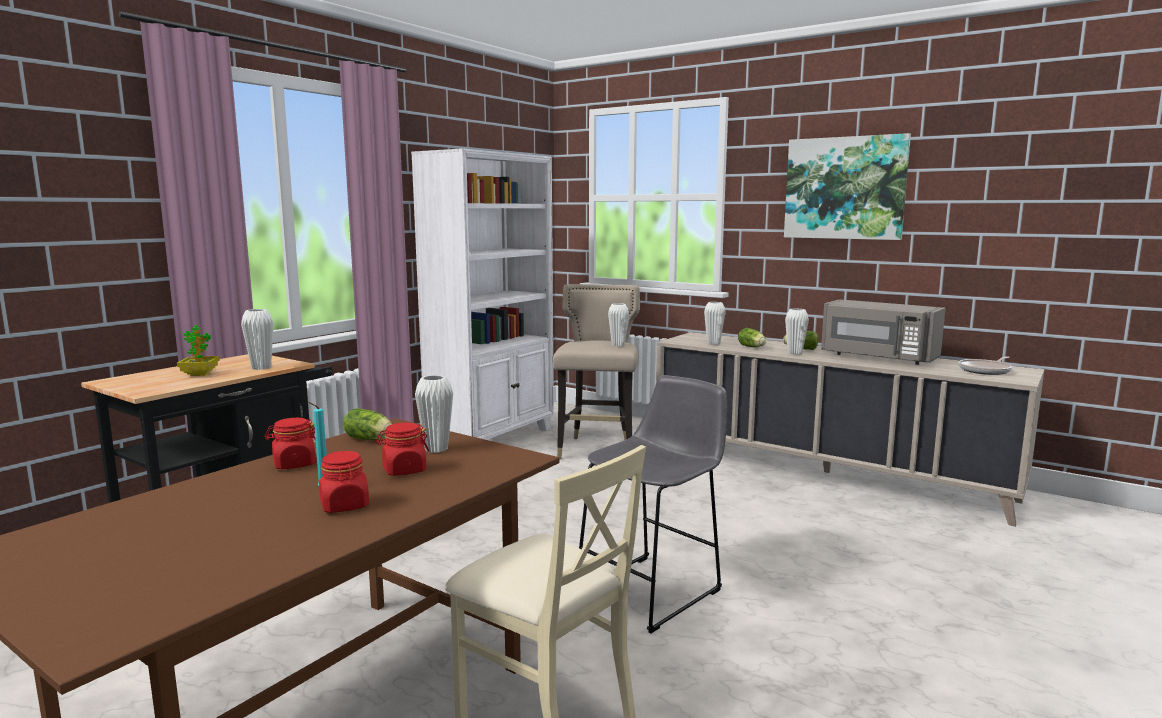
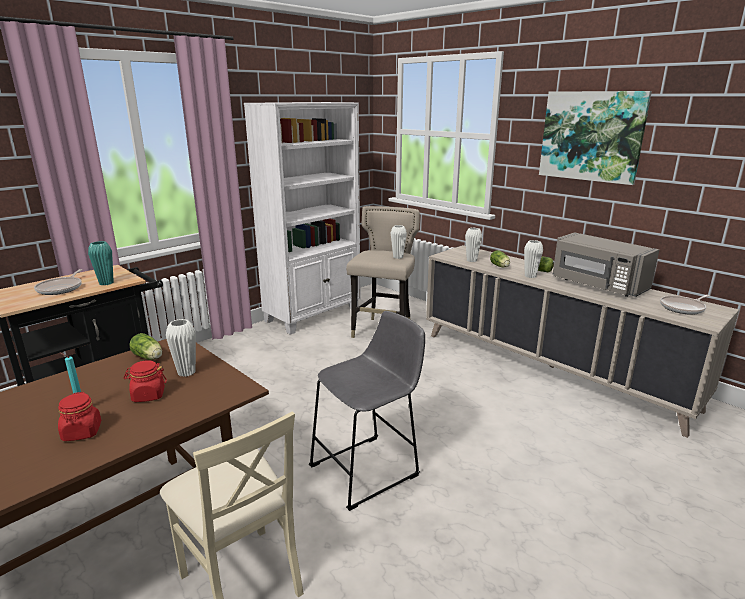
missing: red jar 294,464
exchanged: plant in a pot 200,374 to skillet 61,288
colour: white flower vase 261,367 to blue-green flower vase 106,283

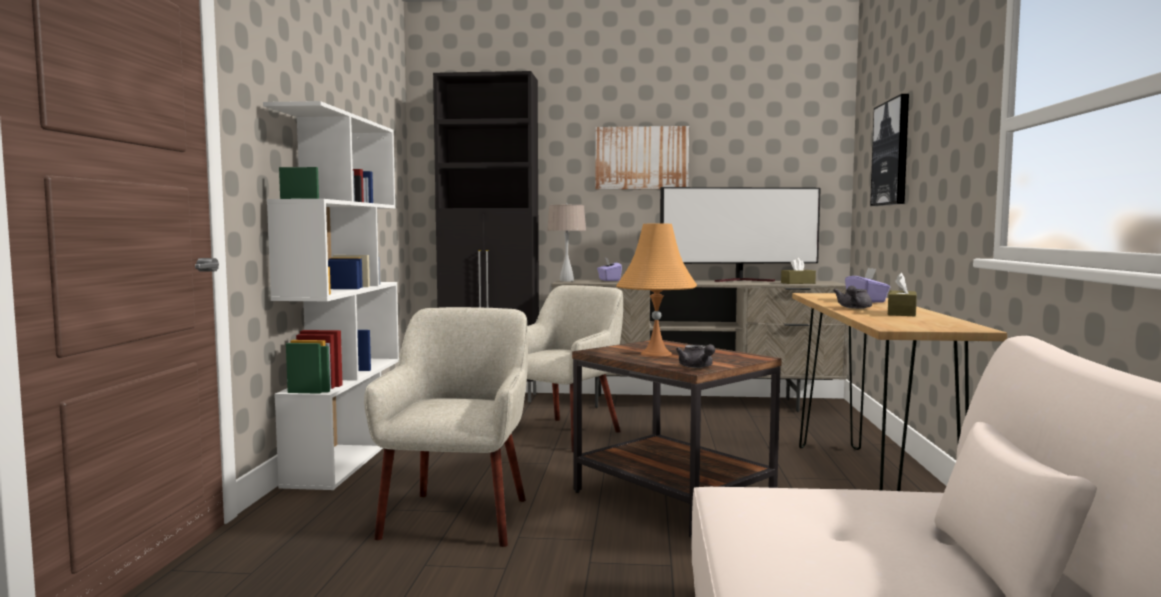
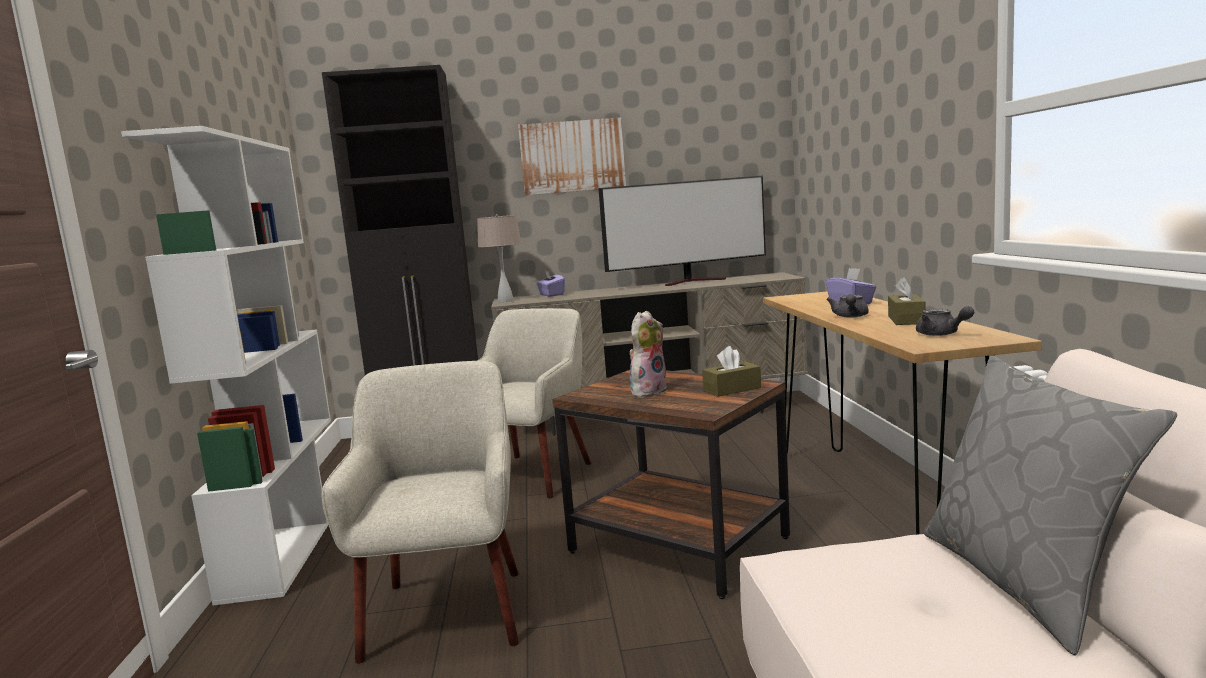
missing: wall art 892,153
appeared: greyish throw pillow 1024,581
relocated: greyish teapot 697,367 to 941,334; brown tissue holder 798,283 to 732,389
exchanged: orange table lamp 655,353 to plush toy 648,391

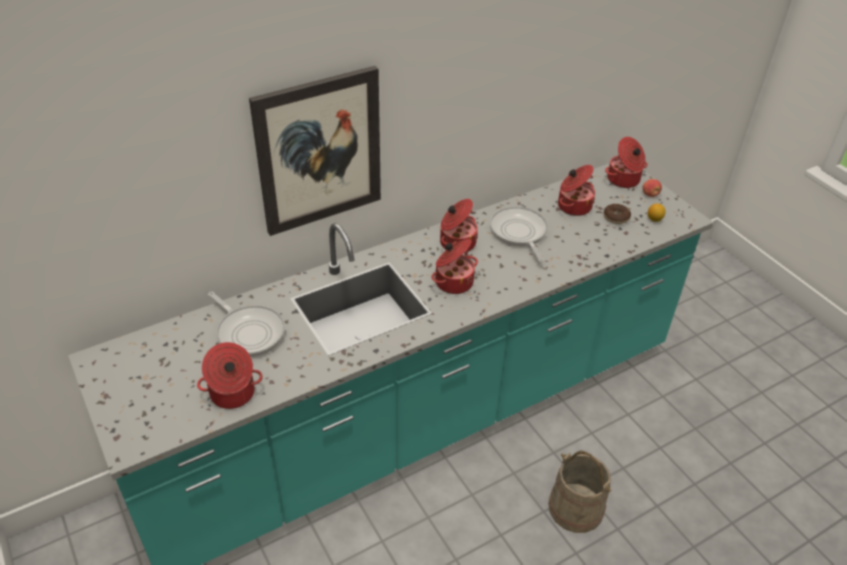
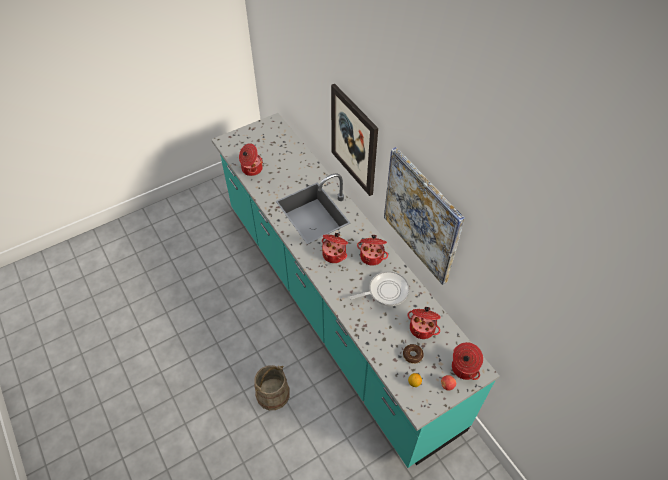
missing: skillet 249,332
appeared: wall art 422,216

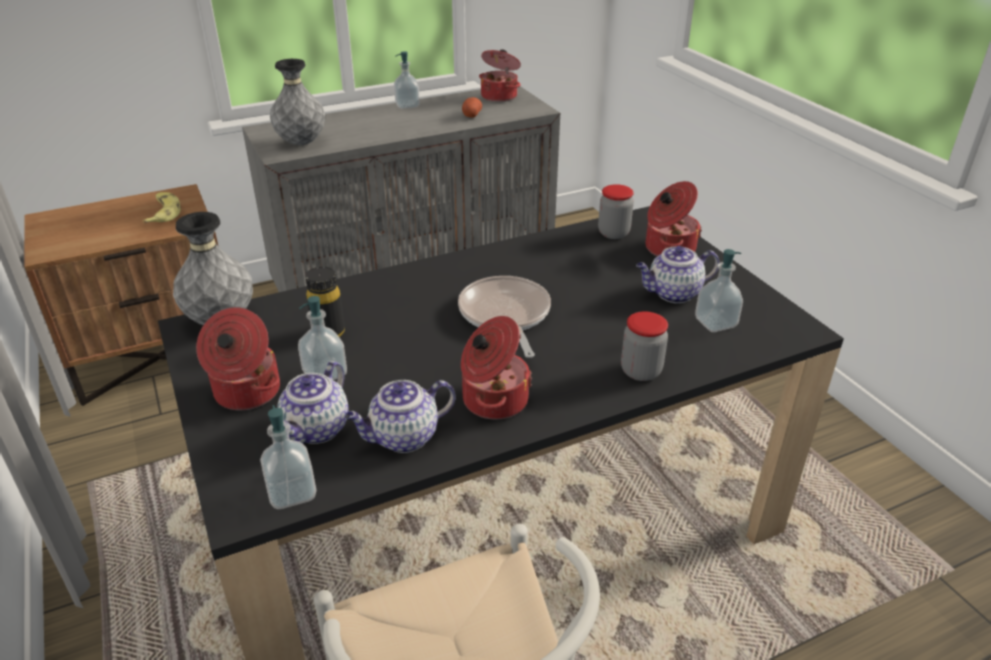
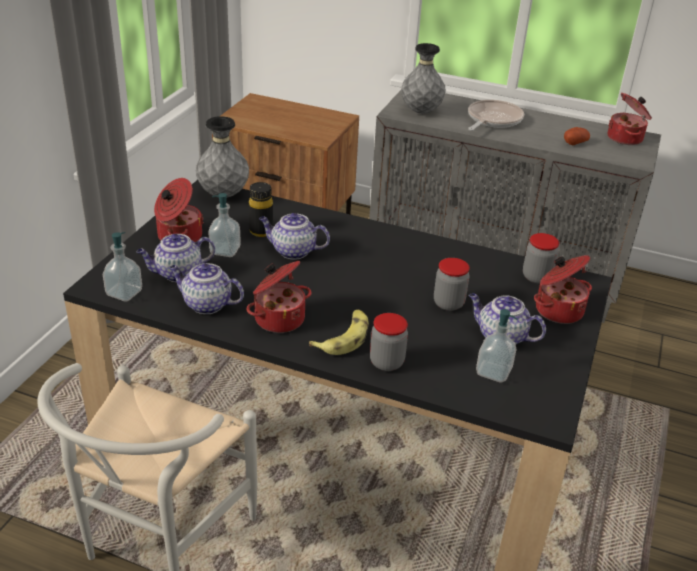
missing: soap dispenser 407,105
appeared: teapot 292,251; jar 448,303
relocated: whole banana 163,213 to 344,338; skillet 505,315 to 492,120

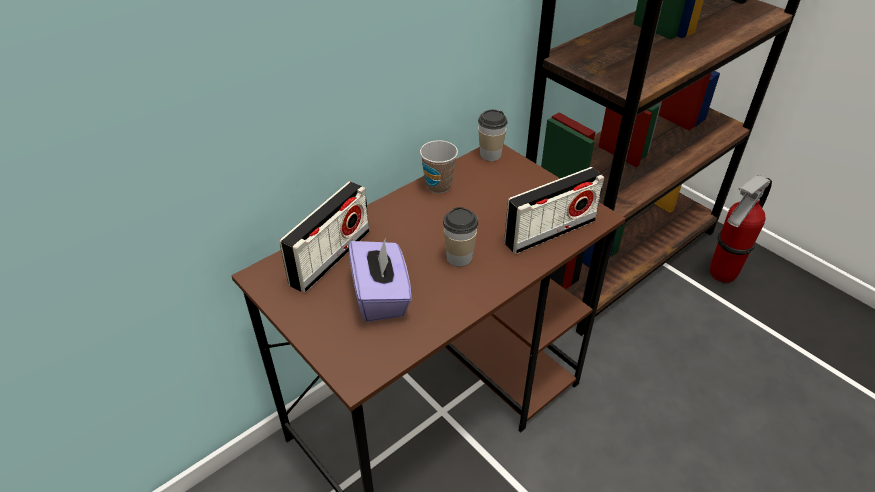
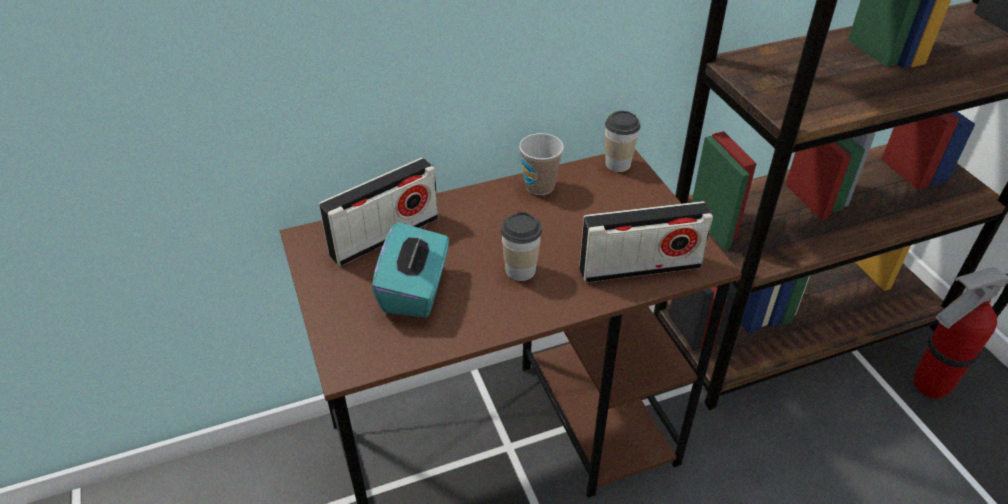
colour: purple-coloured tissue holder 381,296 to blue-green tissue holder 415,290

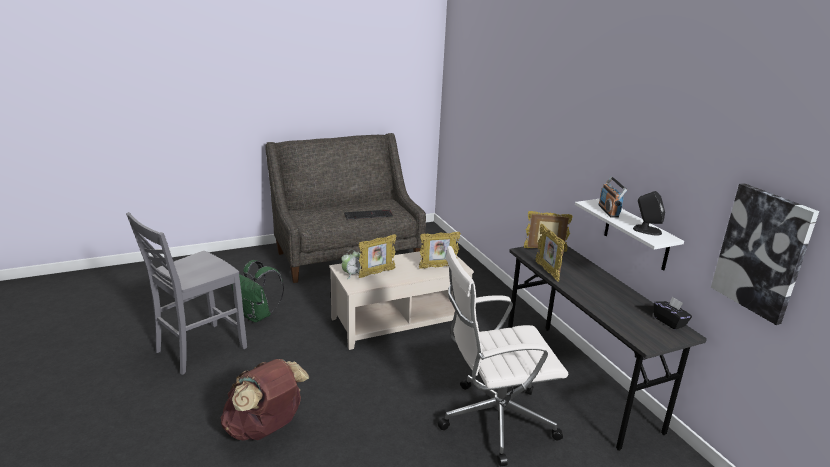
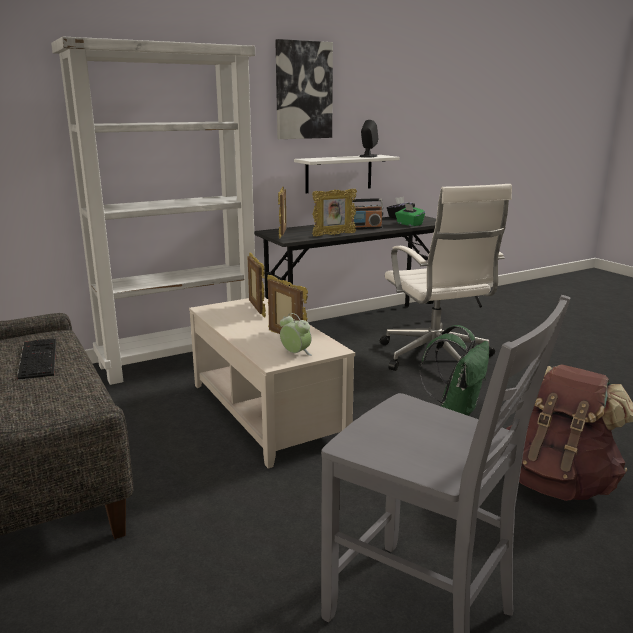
appeared: white shelving unit 181,359; green tissue holder 409,224
relocated: green rucksack 257,316 to 456,409; radio receiver 608,211 to 365,228; wall art 762,252 to 303,90

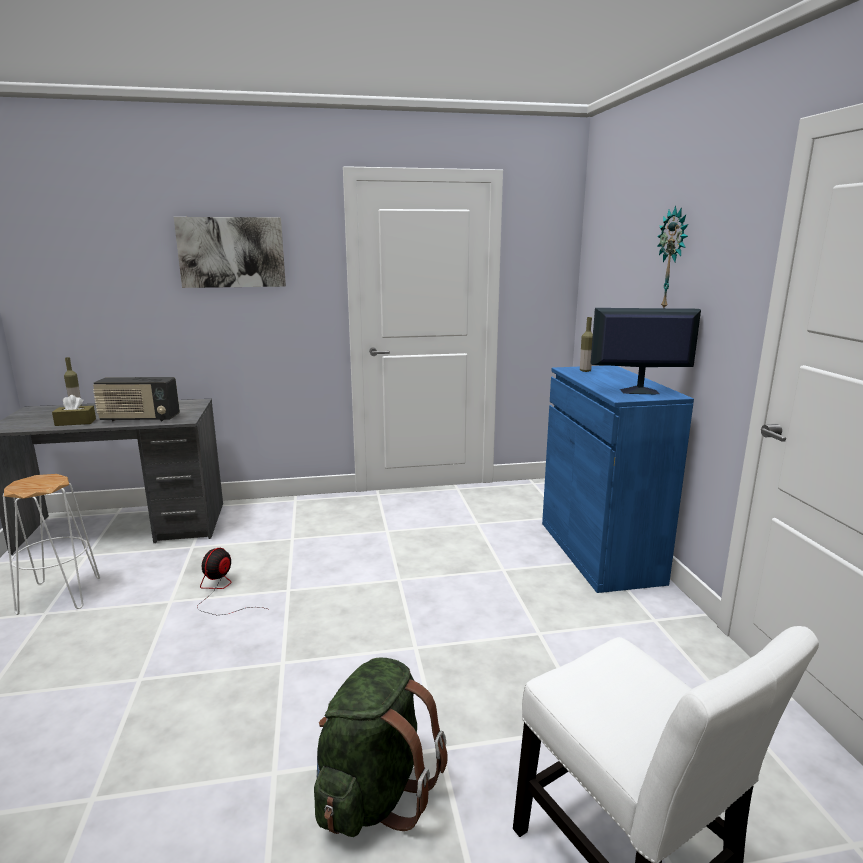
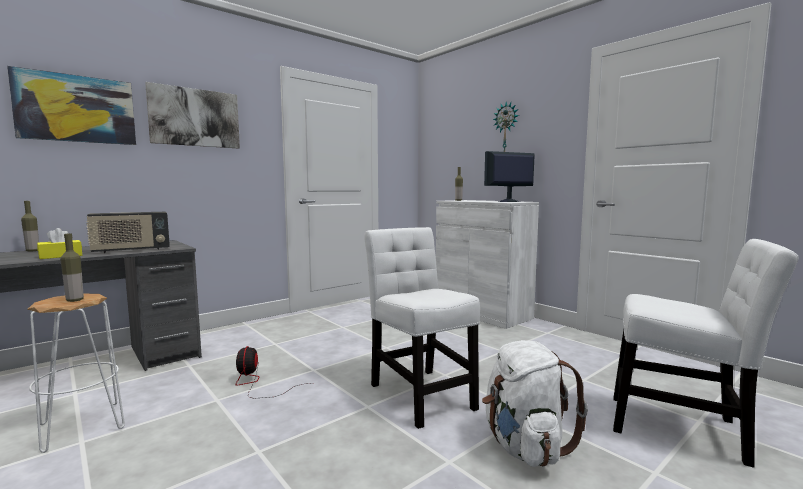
appeared: wall art 76,109; drink bottle 75,300; white chair 419,393
colour: brown tissue holder 75,422 to yellowish tissue holder 60,256; green rucksack 374,793 to white rucksack 524,446; blue cupboard 599,551 to white cupboard 482,312

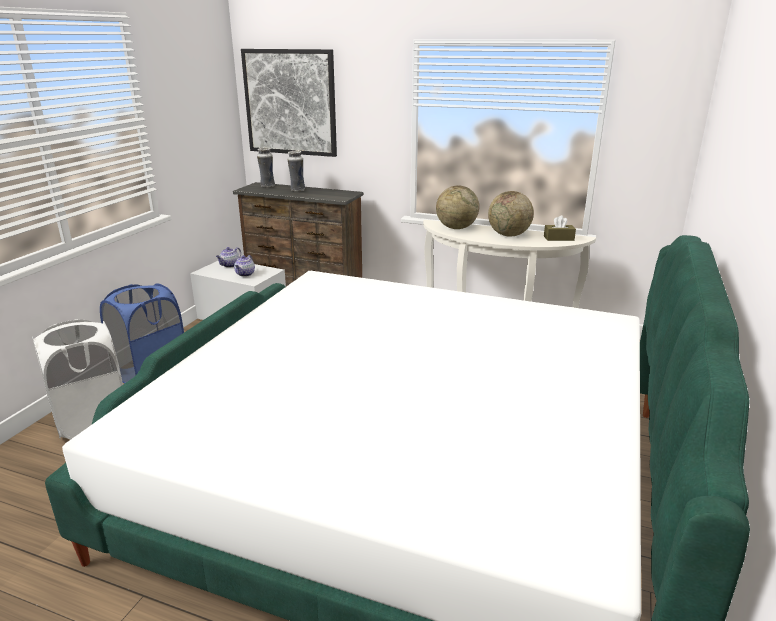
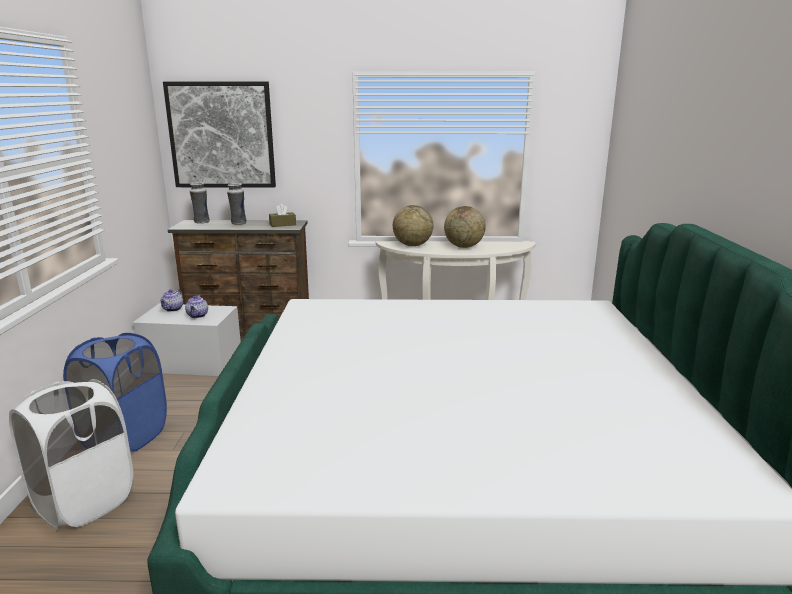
relocated: brown tissue holder 558,238 to 282,224

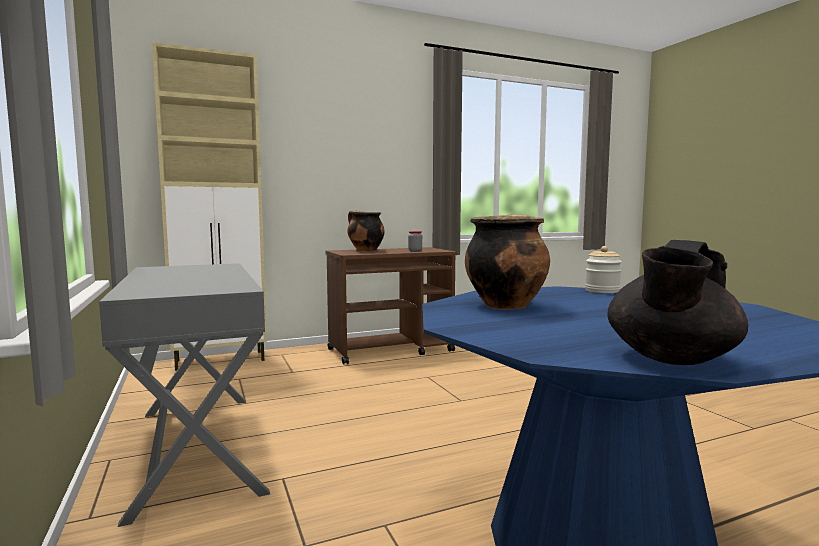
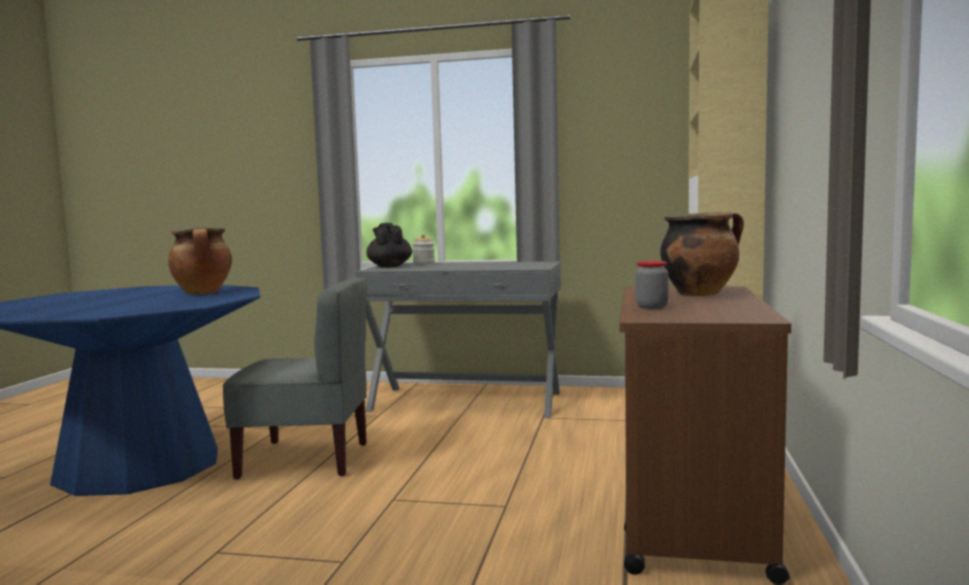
appeared: greyish chair 306,459
relocated: jar 602,291 to 424,263; blackish teapot 671,359 to 389,266

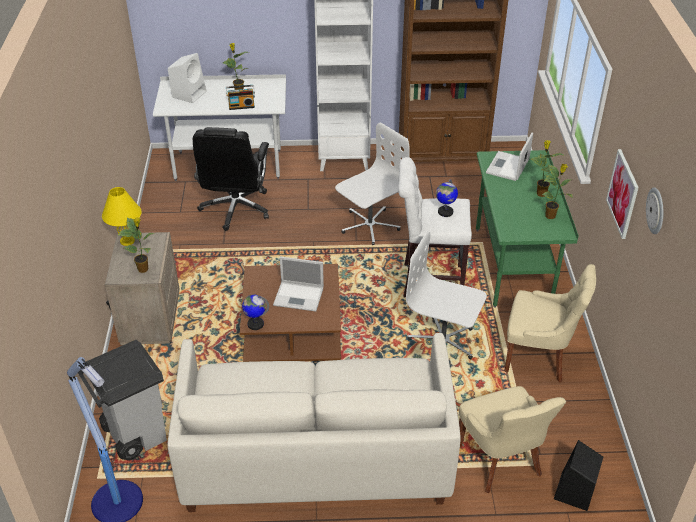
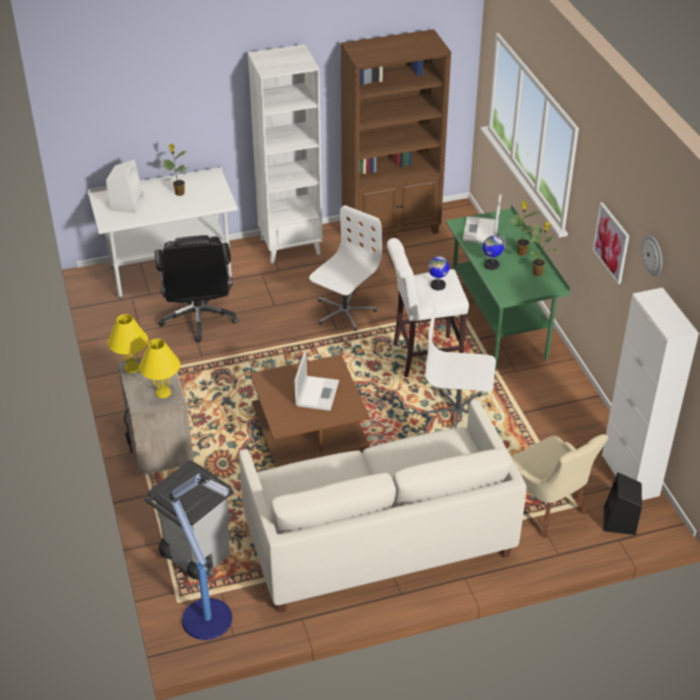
missing: radio receiver 241,106; sand-coloured chair 539,357
appeared: white cupboard 630,475
relocated: globe 255,324 to 491,265
exchanged: plant in a pot 143,269 to yellowish table lamp 163,392
spun: notebook computer 299,296 = 317,392 75 degrees counterclockwise

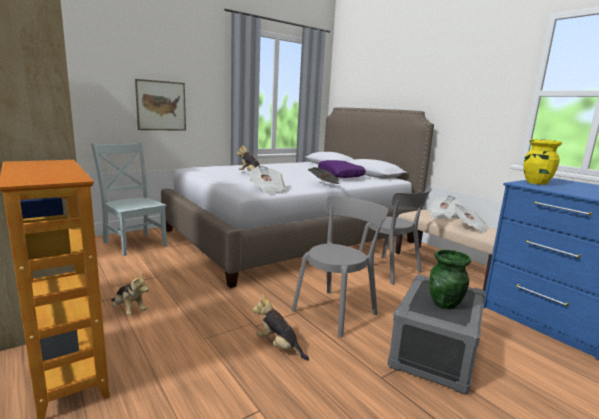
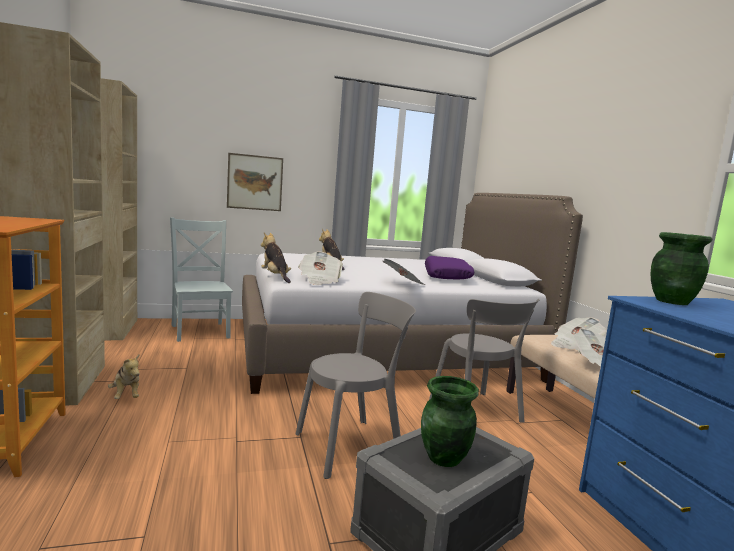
relocated: plush toy 279,346 to 275,277
colour: yellowish flower vase 536,182 to green flower vase 671,301

